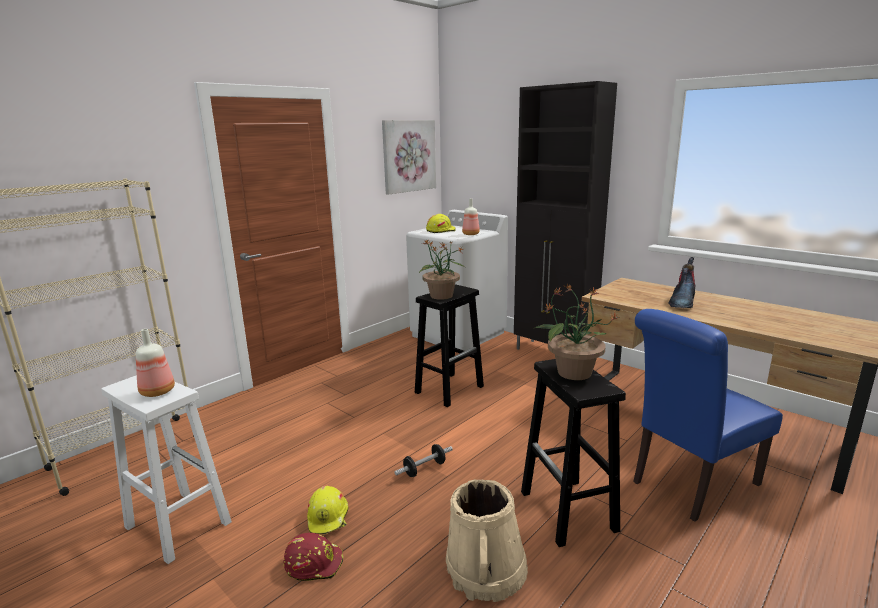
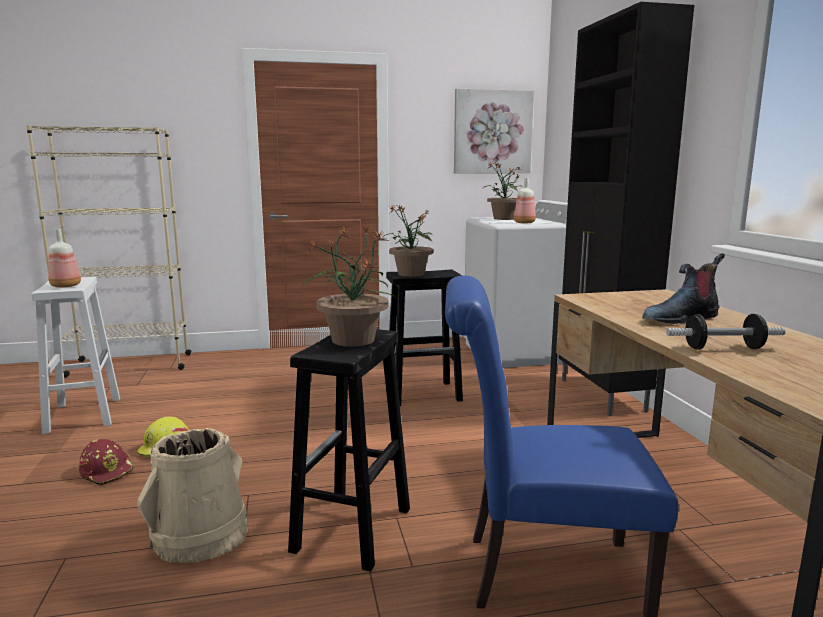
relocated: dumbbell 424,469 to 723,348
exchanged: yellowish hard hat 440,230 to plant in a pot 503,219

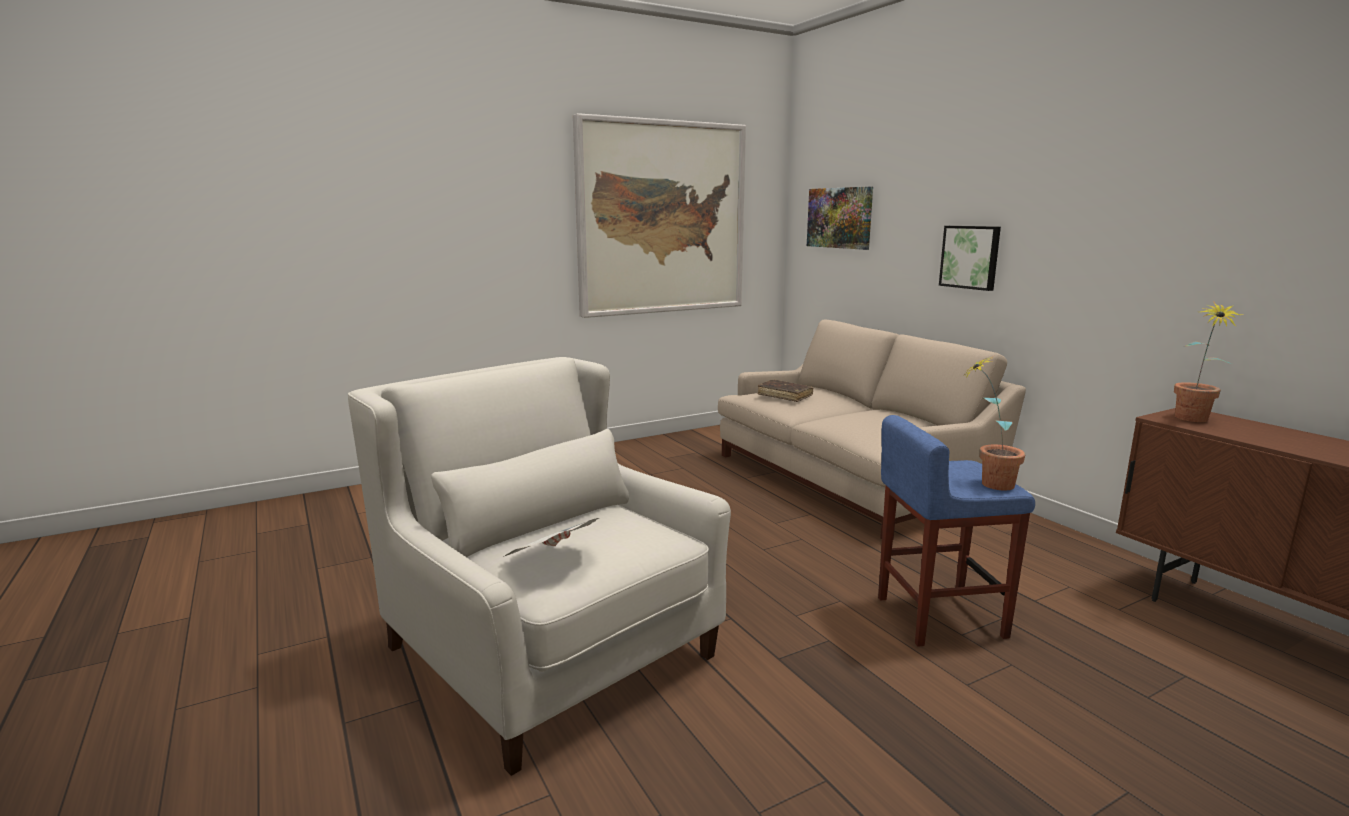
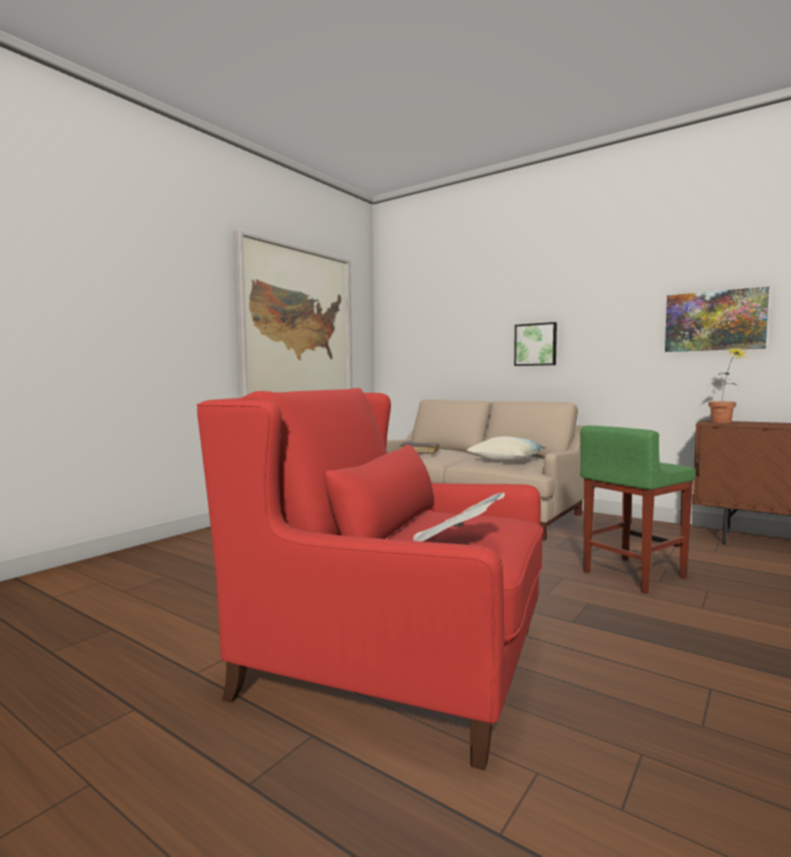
missing: plant in a pot 987,483
appeared: throw pillow 507,460
relocated: wall art 839,218 to 714,321
colour: white armchair 550,652 to red armchair 394,662; blue stool seat 938,617 to green stool seat 632,575

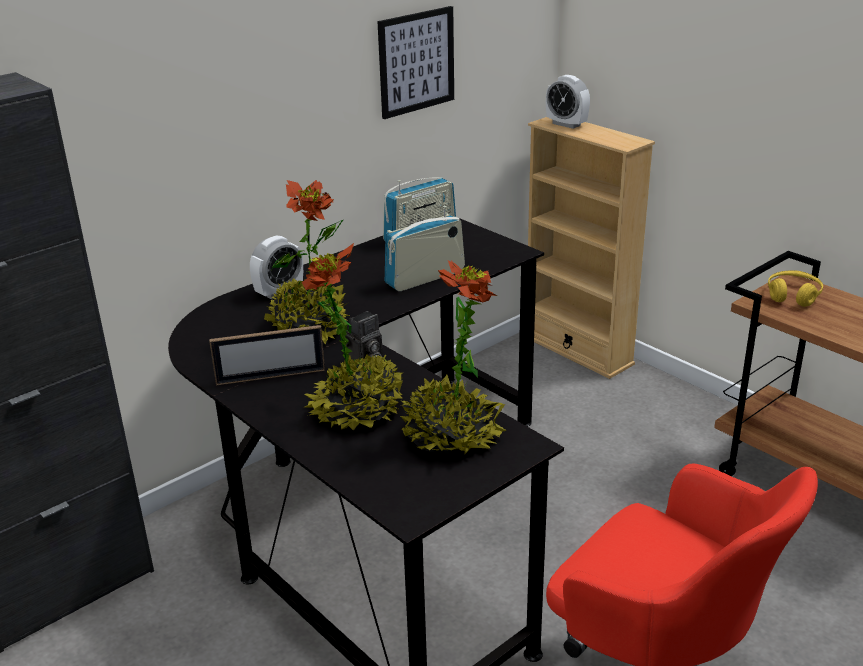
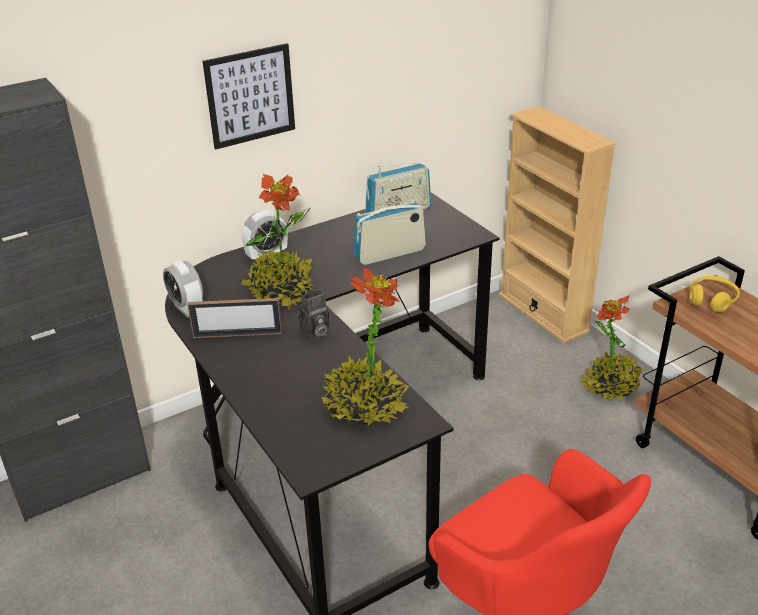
relocated: plant in a pot 357,410 to 610,386; wall art 416,62 to 250,96; alarm clock 566,124 to 187,309

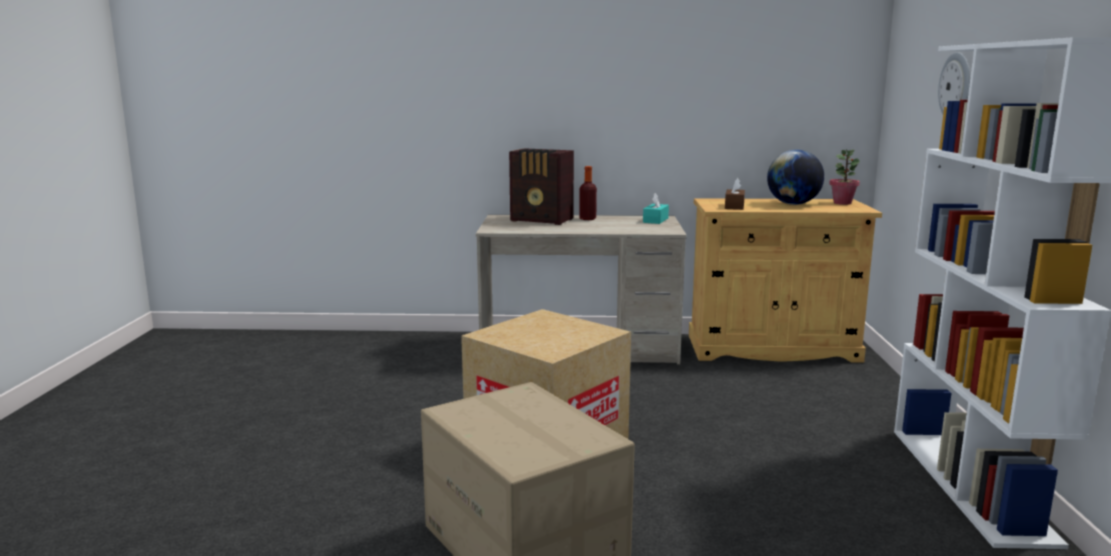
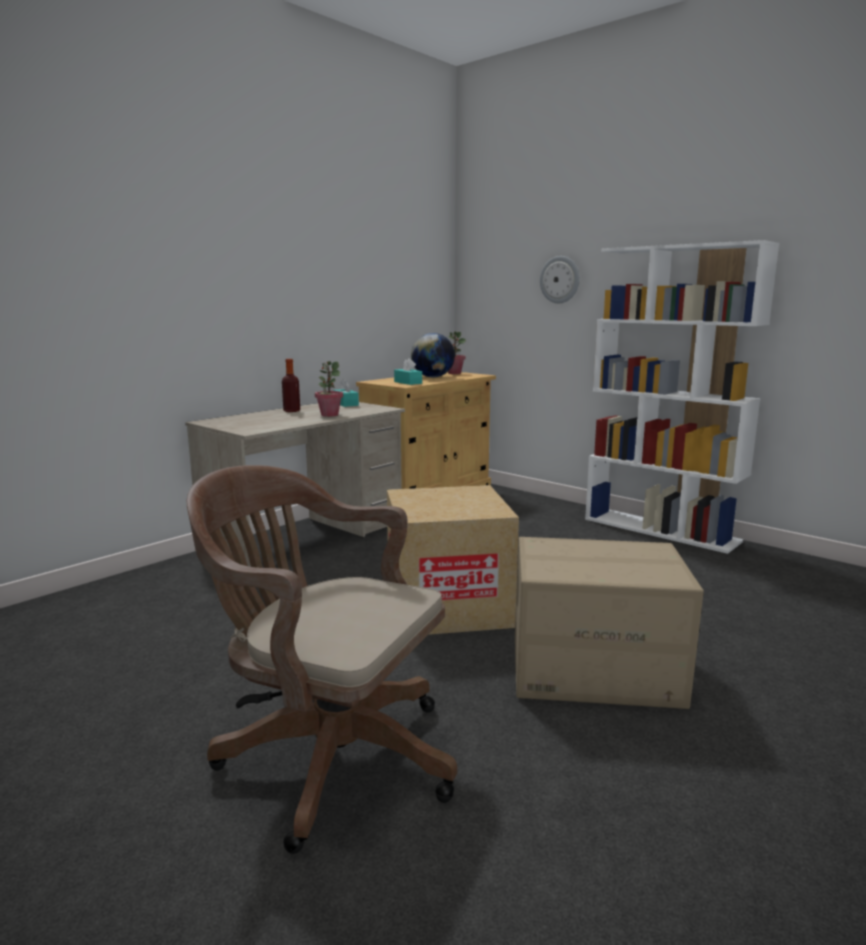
missing: radio receiver 542,220
appeared: brown office chair 328,755; plant in a pot 329,415
colour: brown tissue holder 734,206 to blue-green tissue holder 408,382

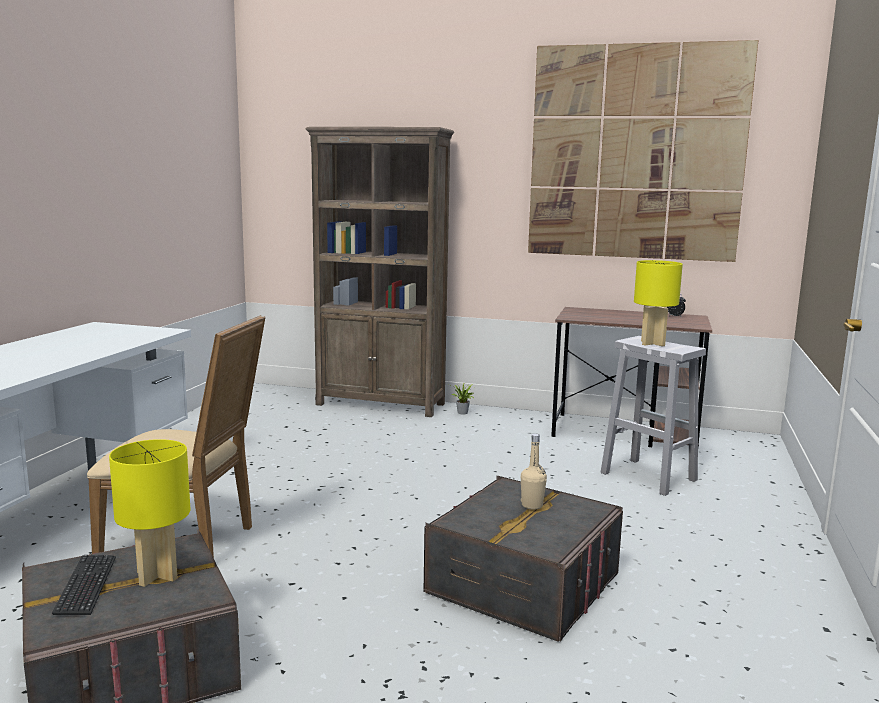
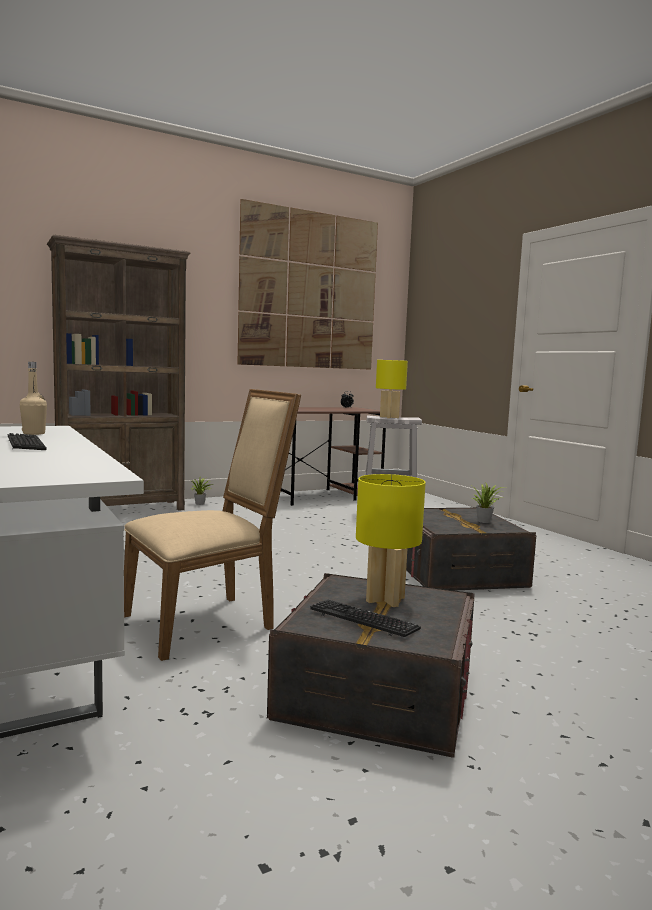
appeared: computer keyboard 26,444; plant in a pot 485,521
relocated: sand-coloured drink bottle 532,505 to 34,433

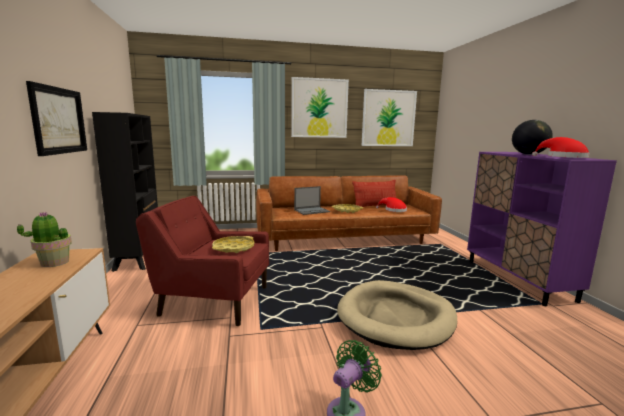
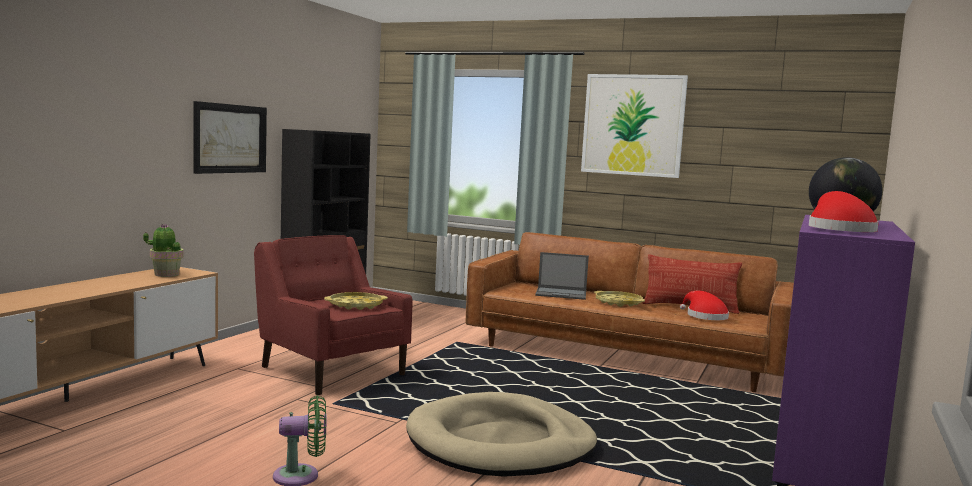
missing: wall art 388,118

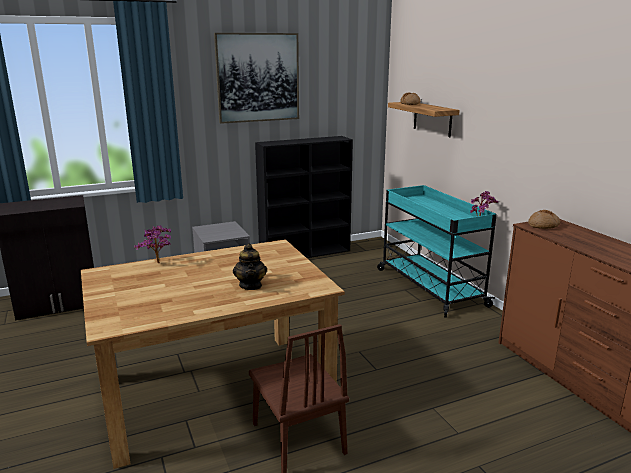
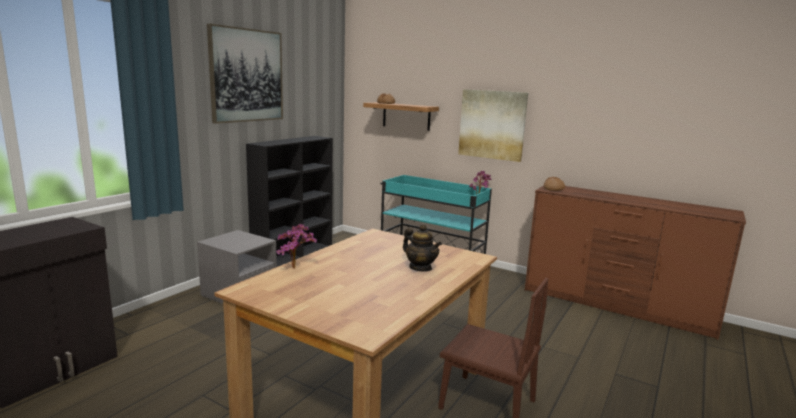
appeared: wall art 492,124

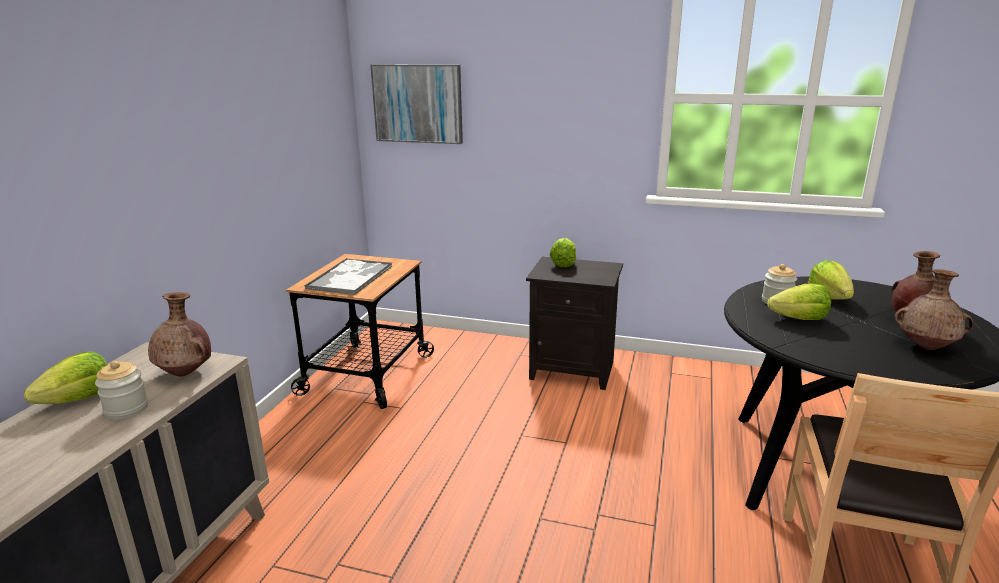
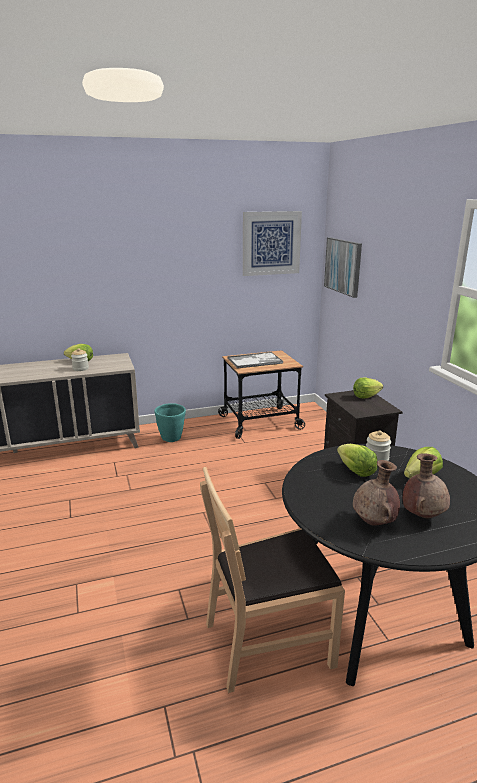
missing: brown flower vase 186,373
appeared: blue-green plant pot 171,439; wall art 271,243

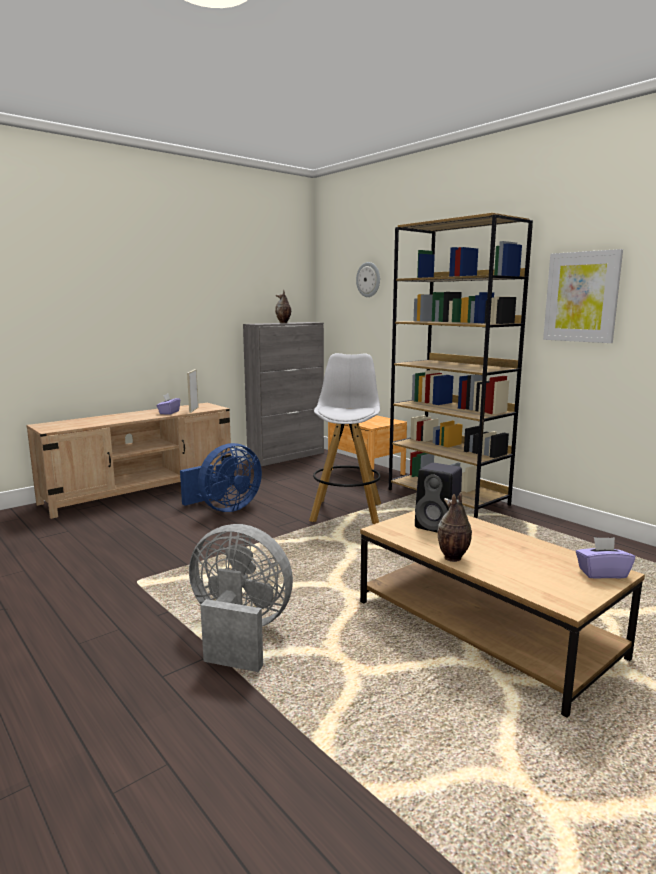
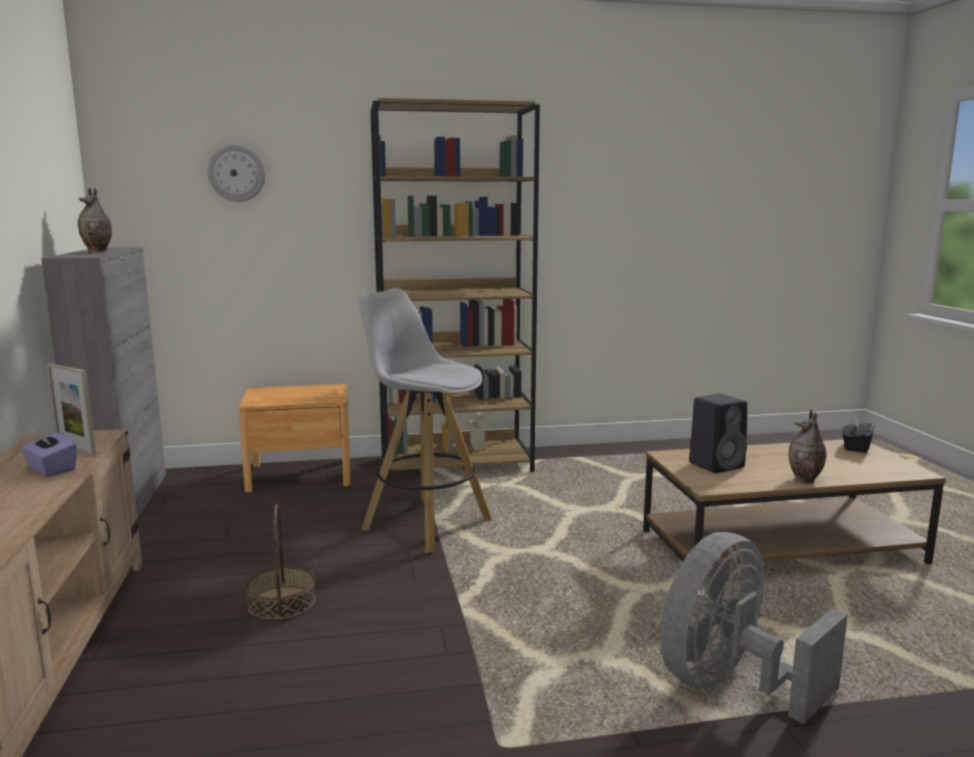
missing: wall art 581,297
exchanged: blue cooling fan 224,508 to household basket 281,603
colour: purple-coloured tissue holder 602,573 to blackish tissue holder 856,447

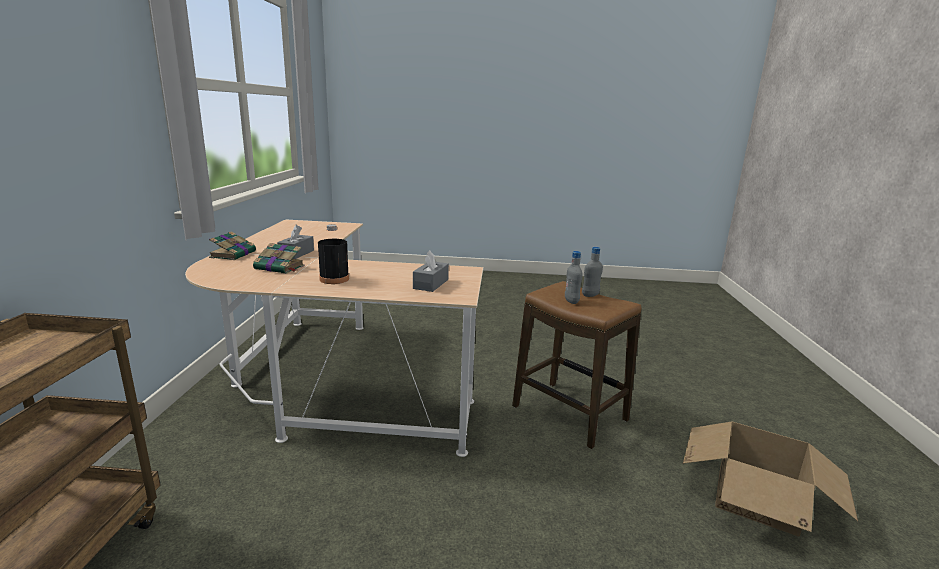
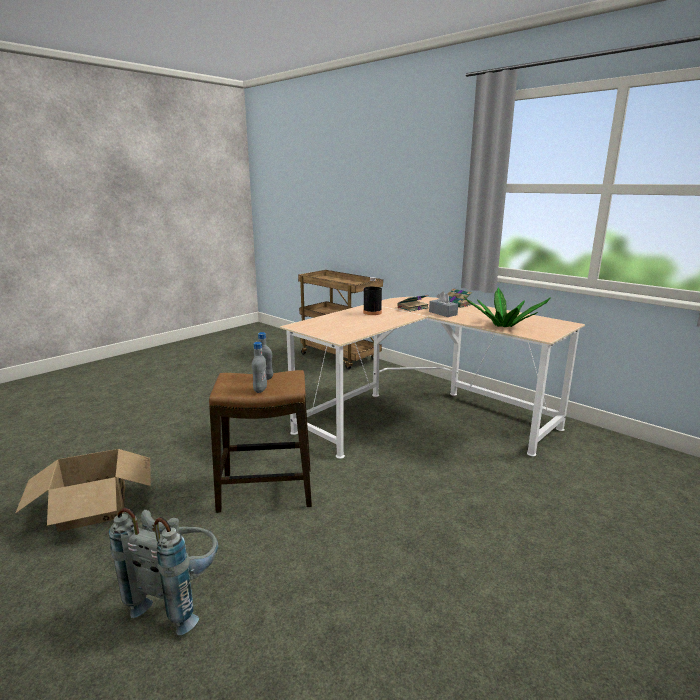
missing: greyish tissue holder 431,284
appeared: greyish rucksack 179,597; plant in a pot 503,326

